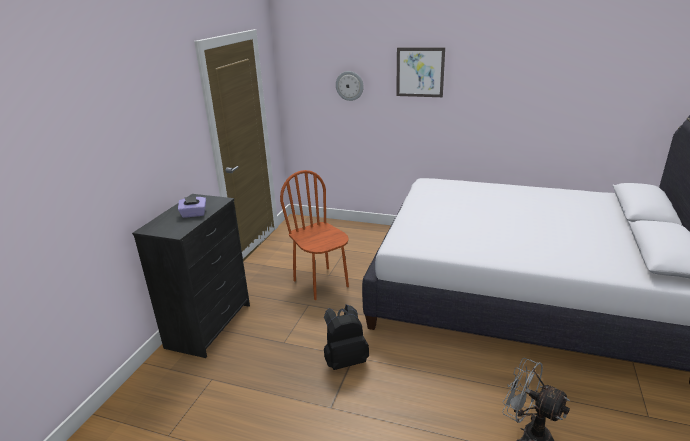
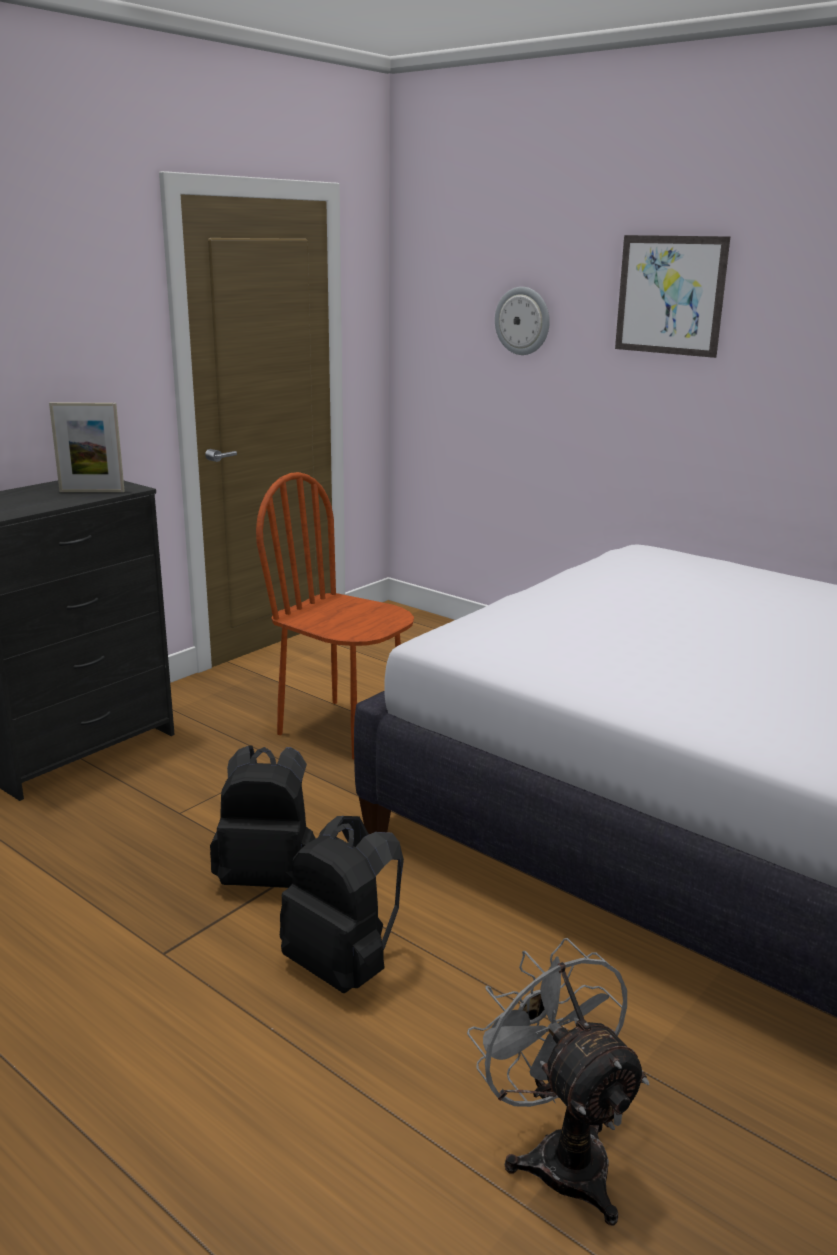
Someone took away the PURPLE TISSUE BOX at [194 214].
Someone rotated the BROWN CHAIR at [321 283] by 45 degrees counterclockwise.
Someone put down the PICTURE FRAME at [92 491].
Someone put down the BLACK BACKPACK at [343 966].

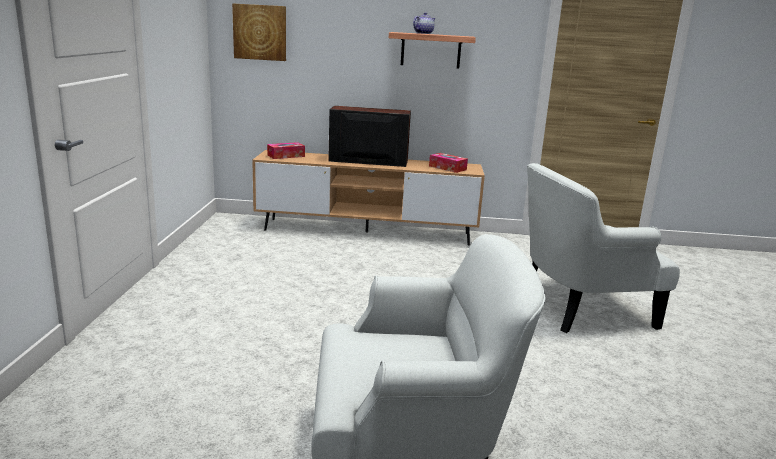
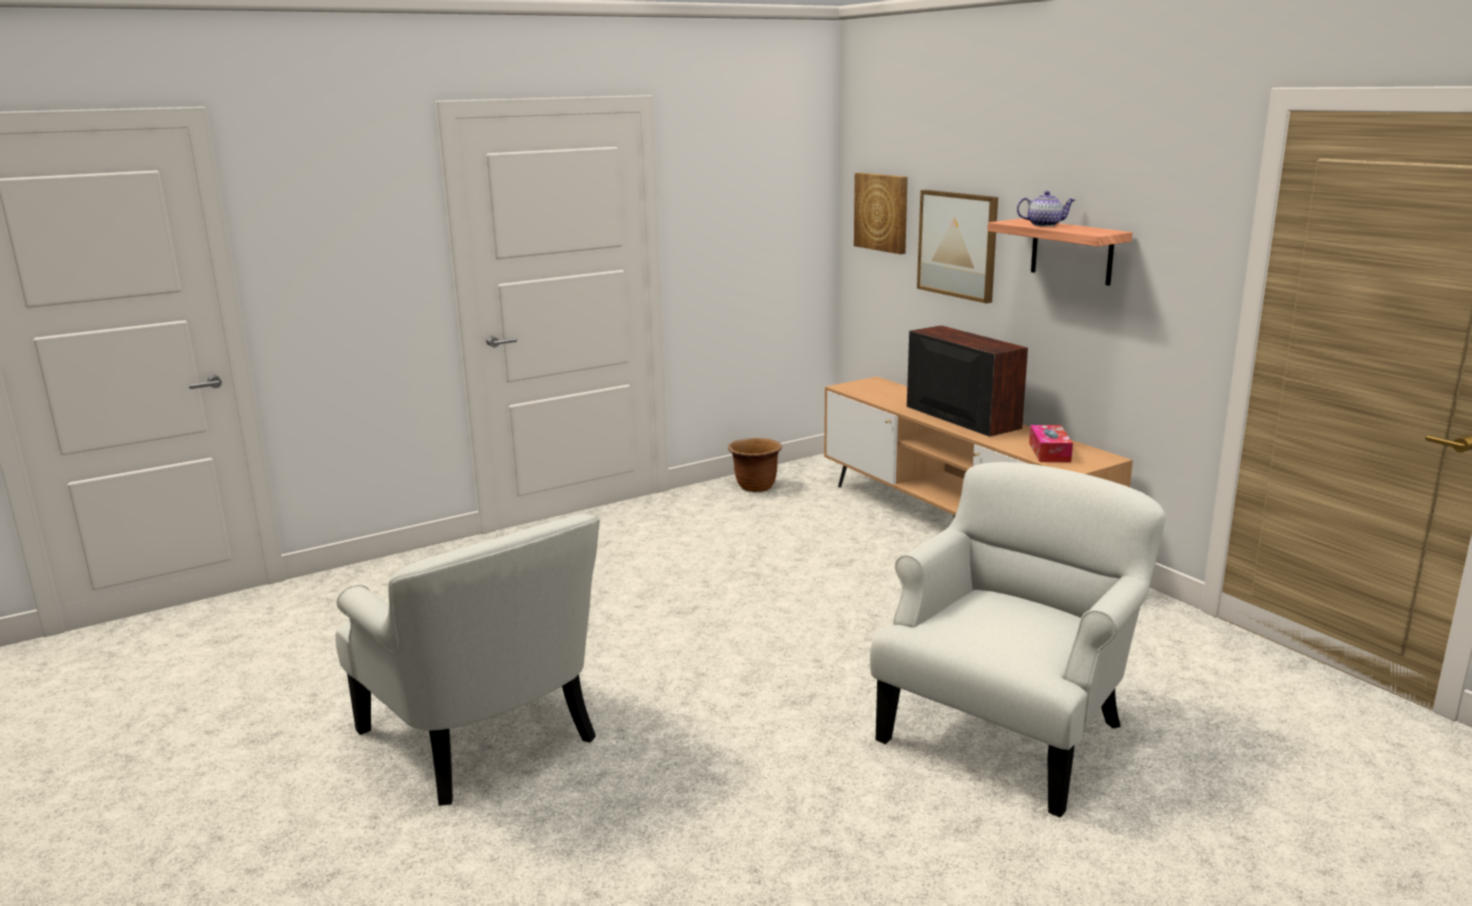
Someone took away the TISSUE BOX at [286 156].
Someone rotated the WHITE ARMCHAIR at [580 307] by 90 degrees clockwise.
Someone put down the BROWN PLANTER at [755 487].
Someone put up the PICTURE at [958 244].

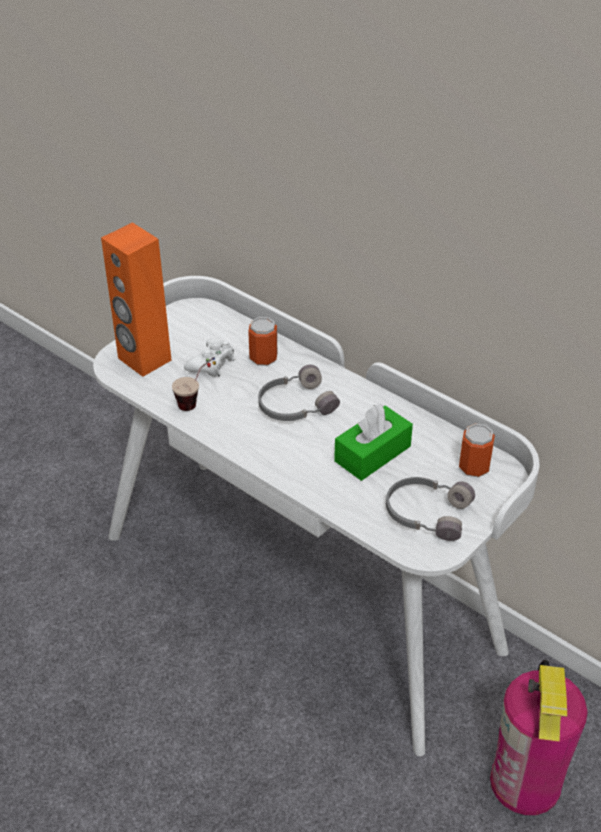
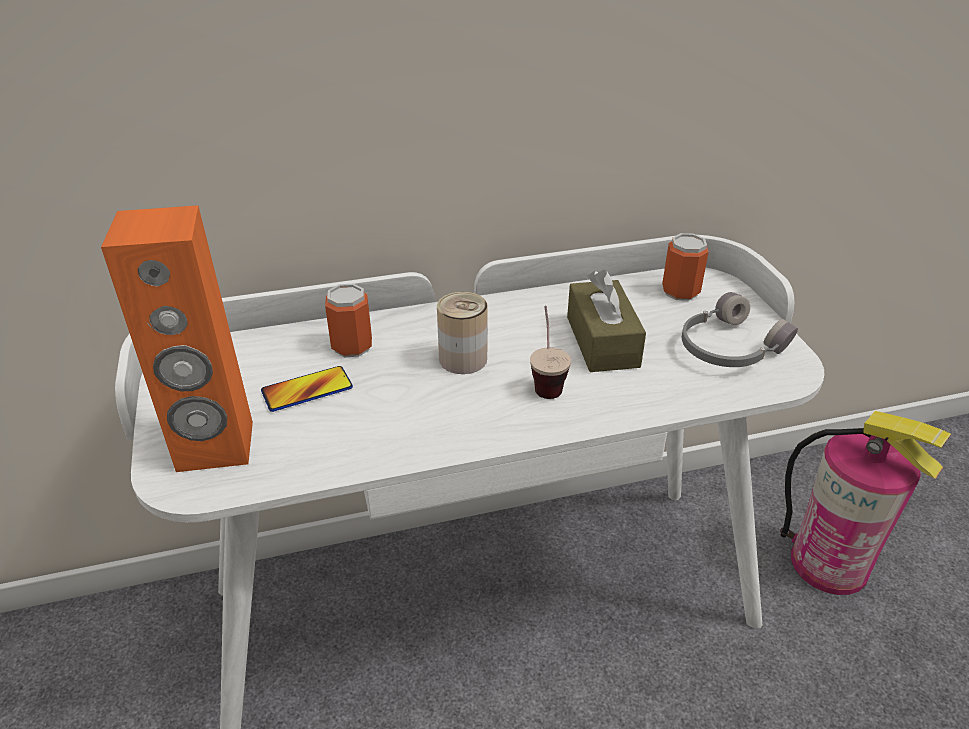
Someone carried the CUP from [196 401] to [546 380].
Someone swapped the WHITE GAME CONTROLLER at [211 363] for the PHONE at [307 390].
Someone swapped the GREY HEADPHONES at [295 405] for the CAN at [463 359].
Someone repainted the GREEN TISSUE BOX at [372 453], which became the BROWN TISSUE BOX at [602 341].

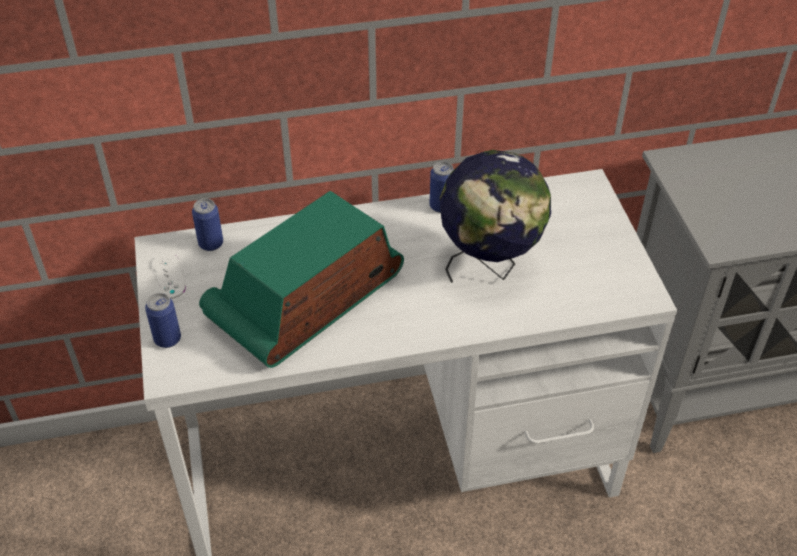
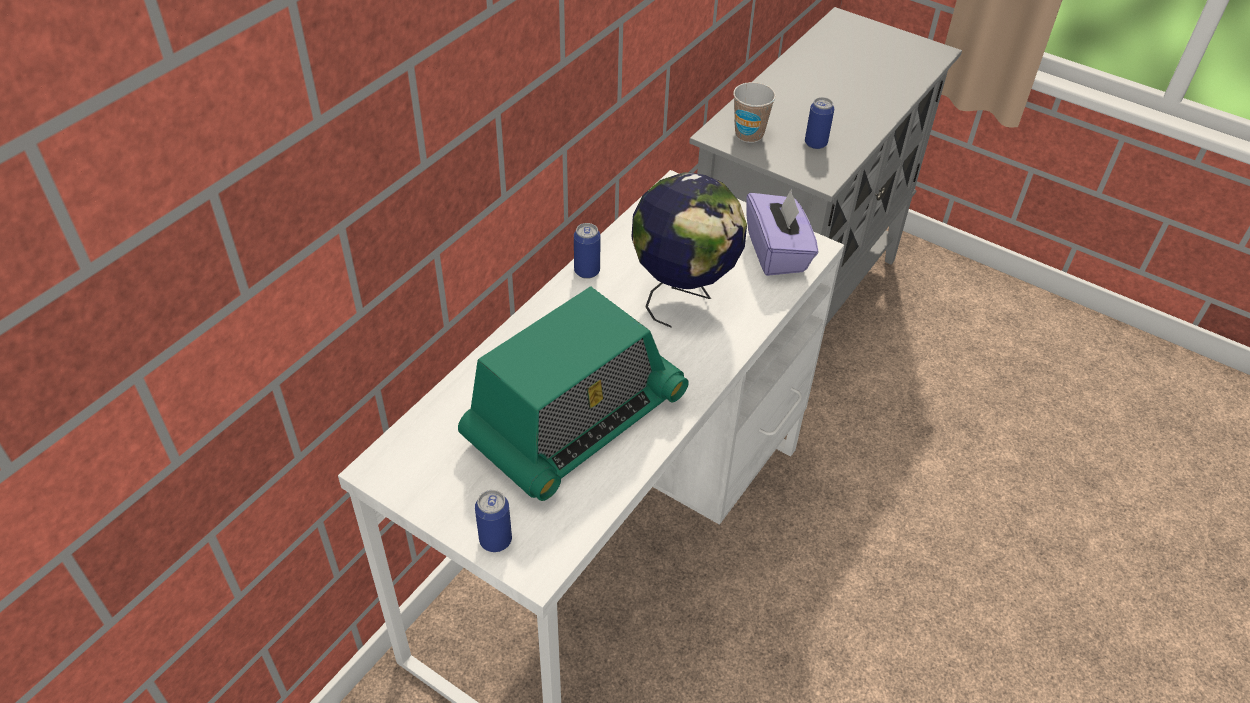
Someone took away the WHITE GAME CONTROLLER at [168 276].
Someone carried the CAN from [211 243] to [815 143].
Someone rotated the RADIO at [306 300] by 135 degrees counterclockwise.
Someone put down the CUP at [749 135].
Someone put down the PURPLE TISSUE BOX at [777 252].

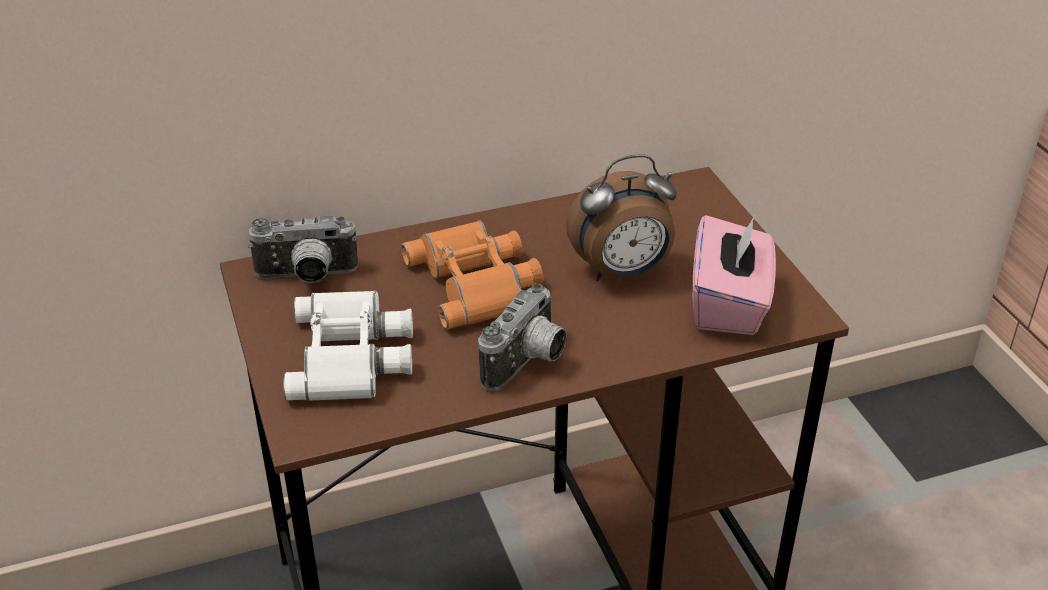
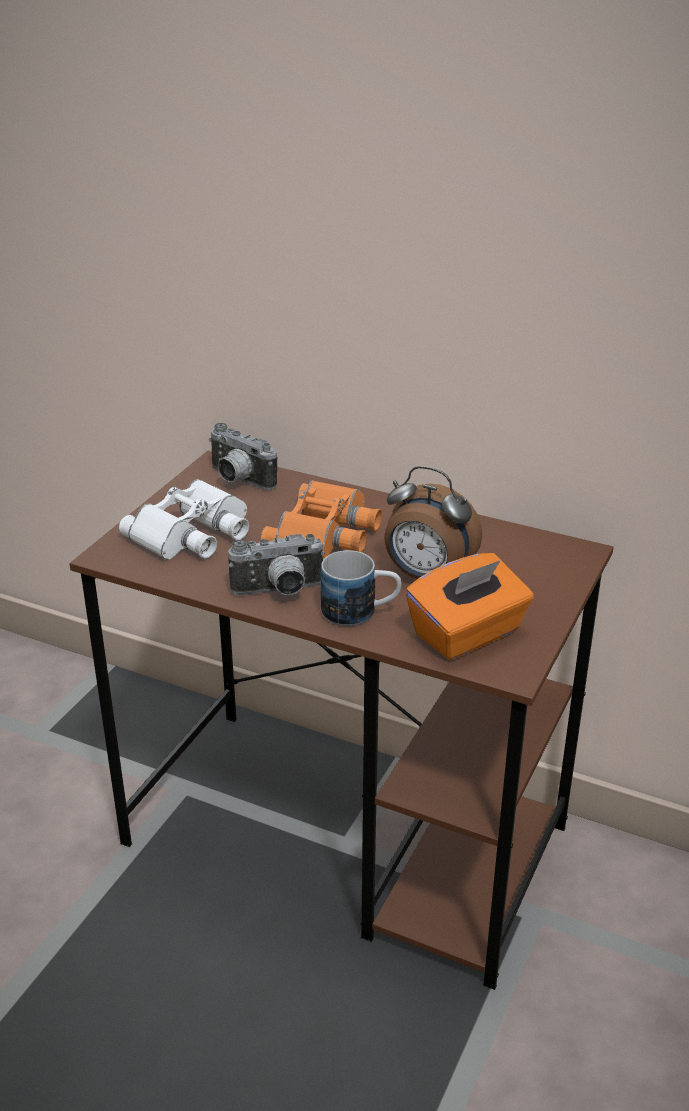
Someone repainted the PINK TISSUE BOX at [729 304], which became the ORANGE TISSUE BOX at [467 634].
Someone put down the MUG at [360 612].

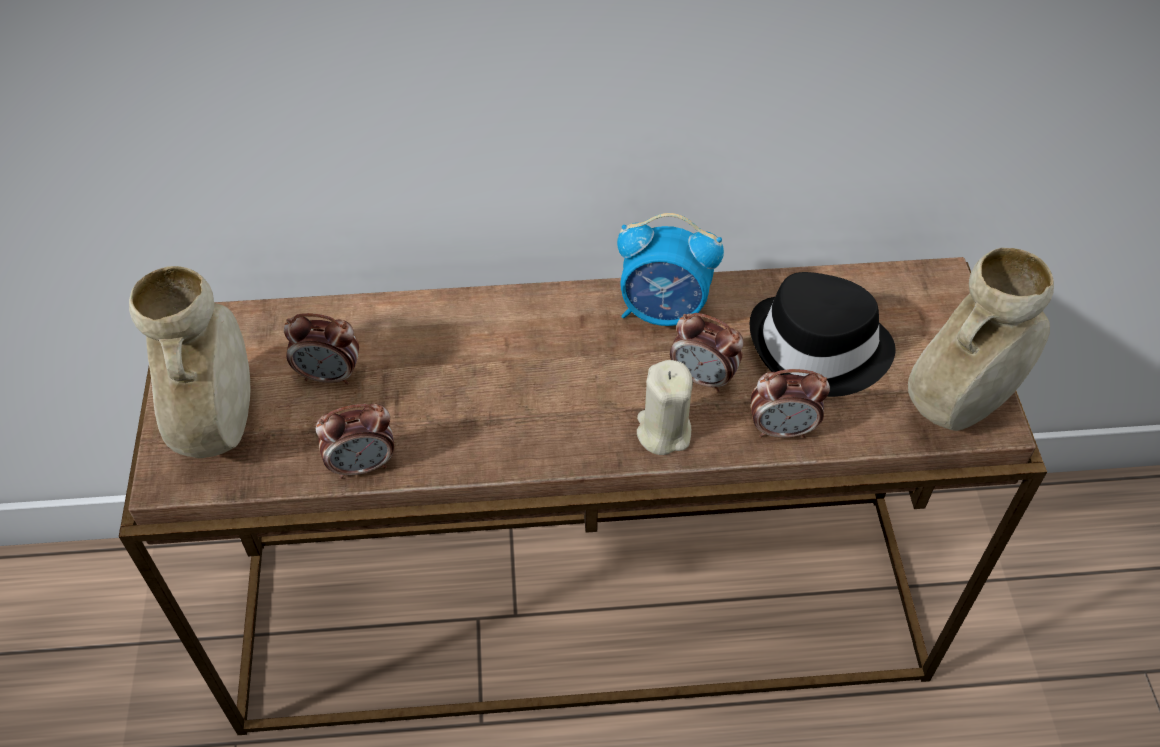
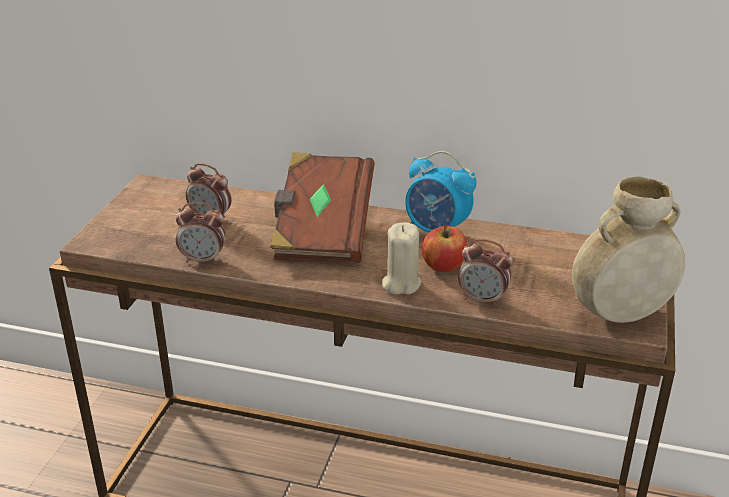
Someone took away the BEIGE VASE at [221 423].
Someone swapped the ALARM CLOCK at [703 378] for the APPLE at [443 265].
Someone took away the BLACK HAT at [819 349].
Someone put down the BROWN BOOK at [322 231].

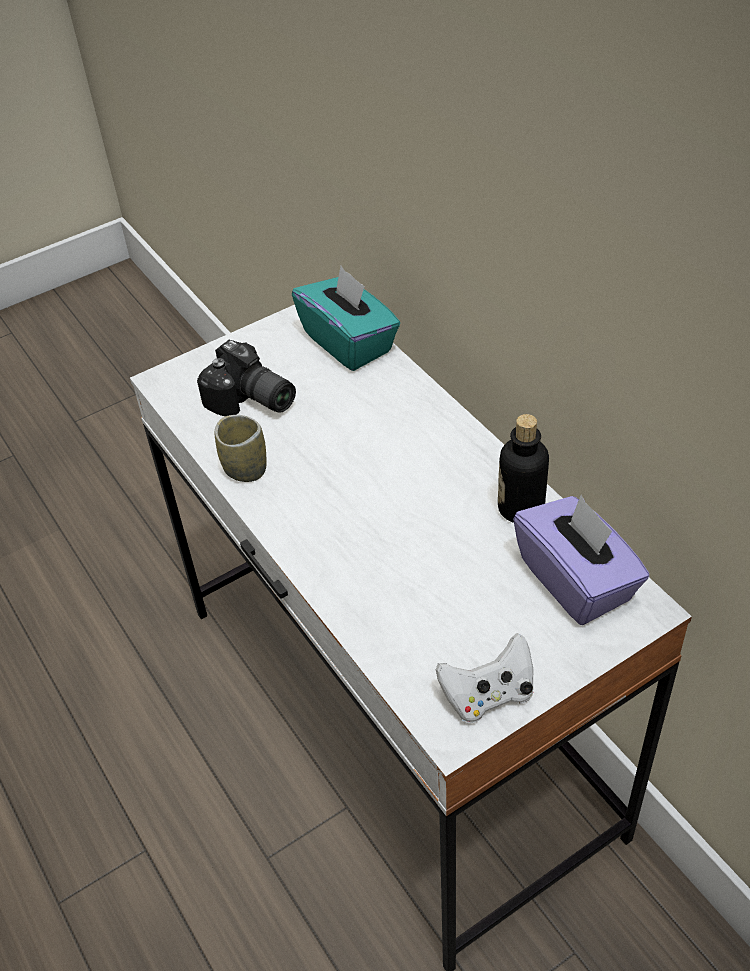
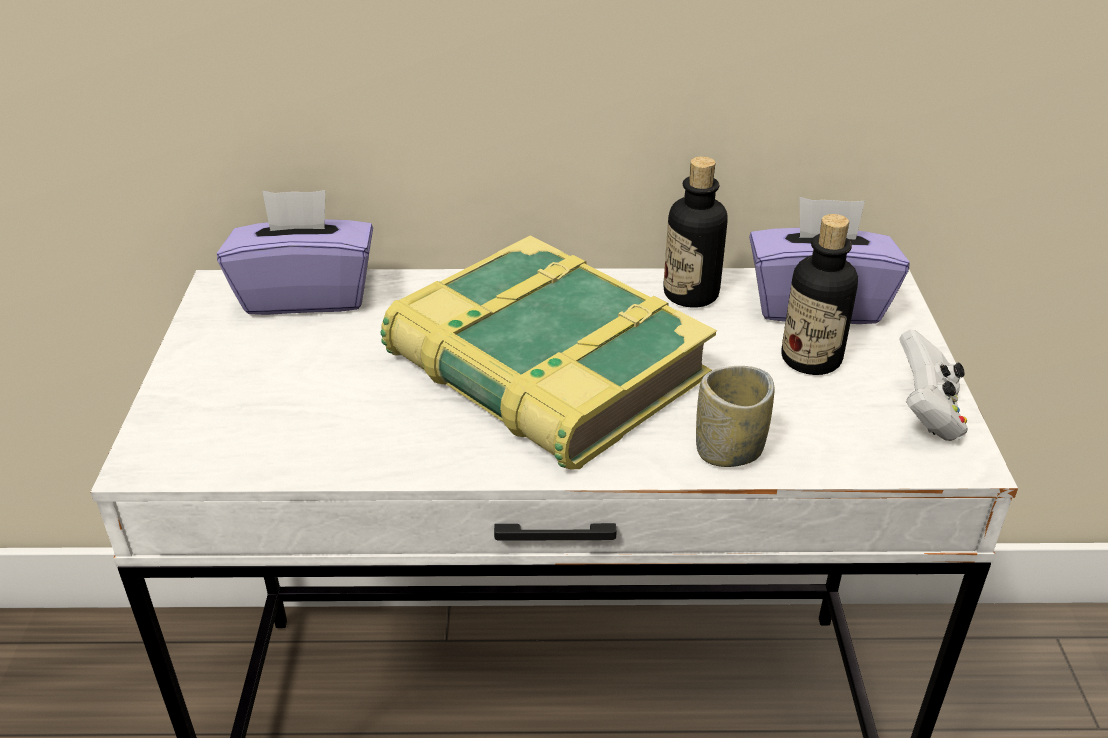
Someone took away the PHOTO CAMERA at [251 402].
Someone carried the CUP from [245 469] to [729 450].
Someone repainted the TURQUOISE TISSUE BOX at [349 342], which became the PURPLE TISSUE BOX at [307 294].
Someone put down the BOOK at [544 370].
Someone put down the BOTTLE at [811 359].

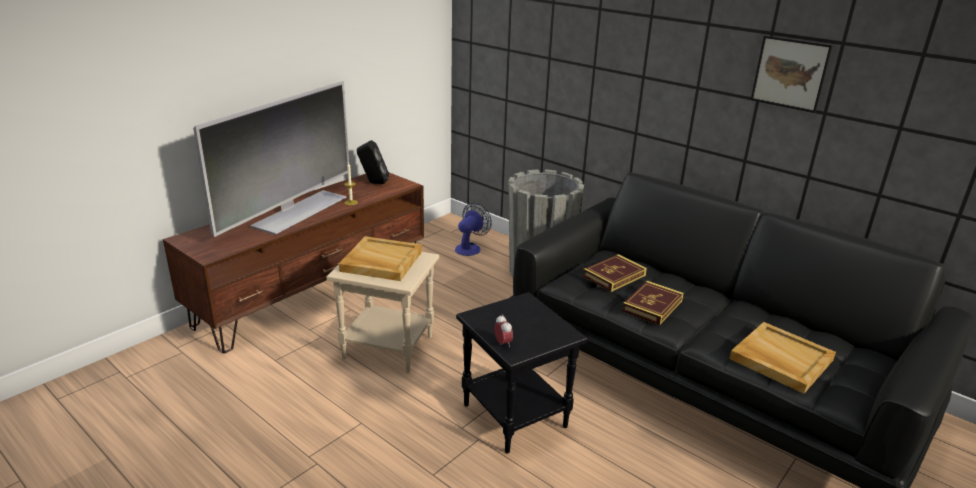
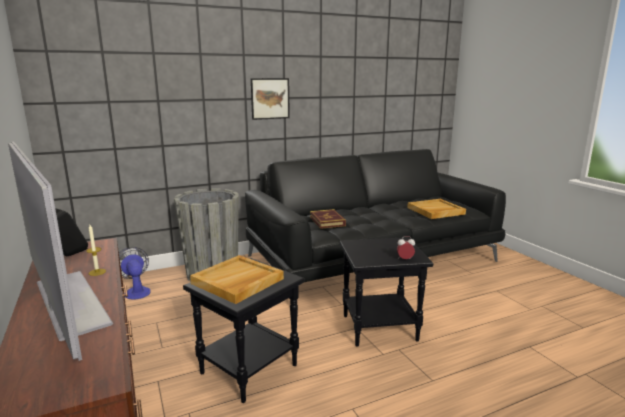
Someone repainted the BEIGE SIDE TABLE at [389 347], which became the BLACK SIDE TABLE at [248 368].
Someone took away the BOOK at [652 306].
Someone carried the PICTURE from [790 73] to [270 98].

